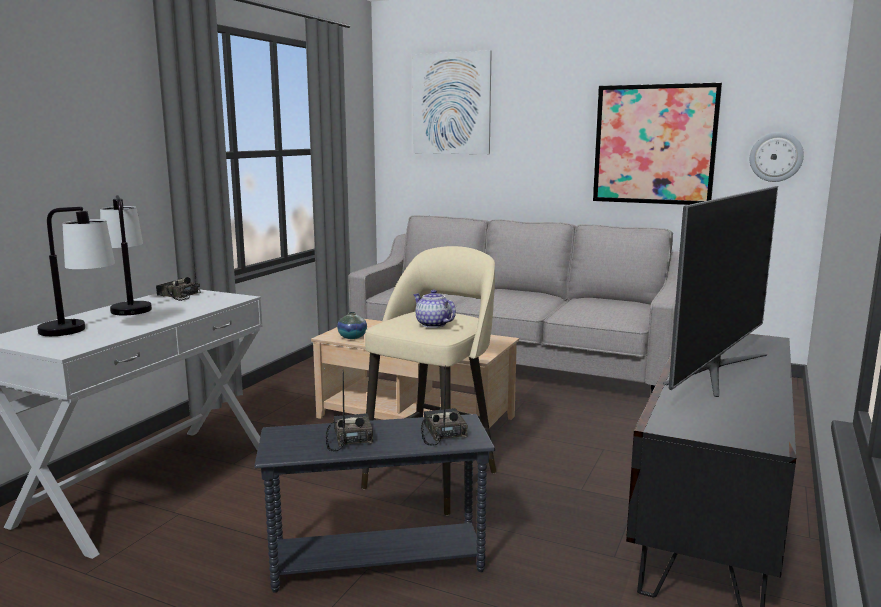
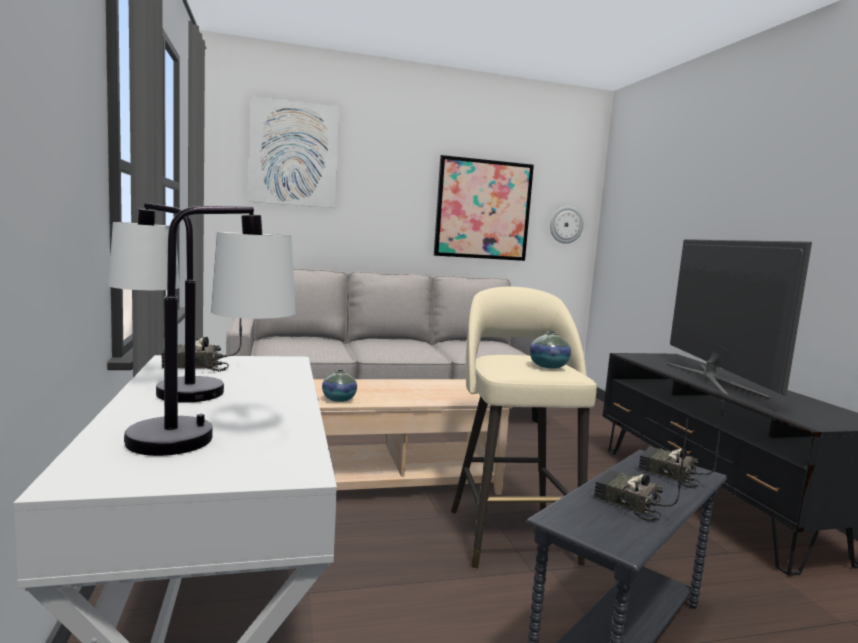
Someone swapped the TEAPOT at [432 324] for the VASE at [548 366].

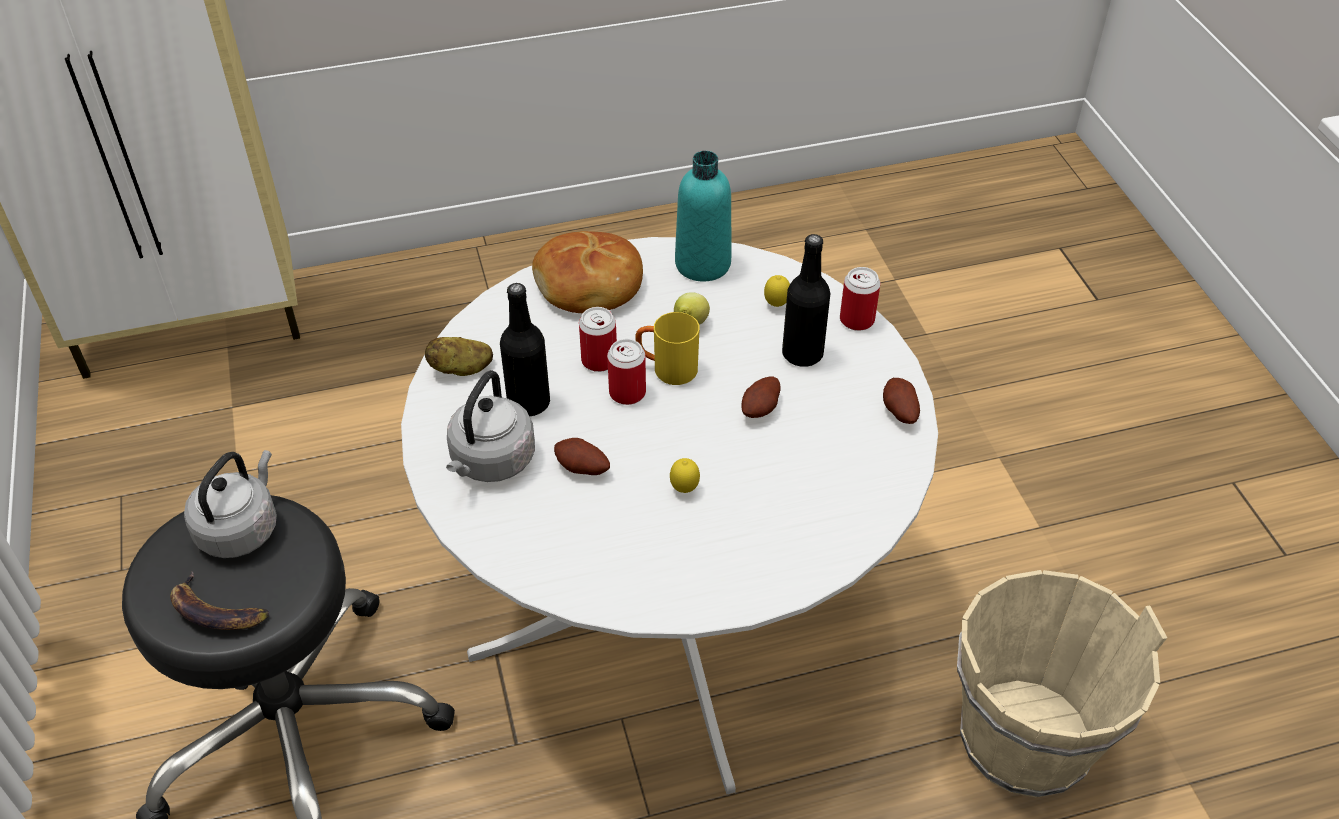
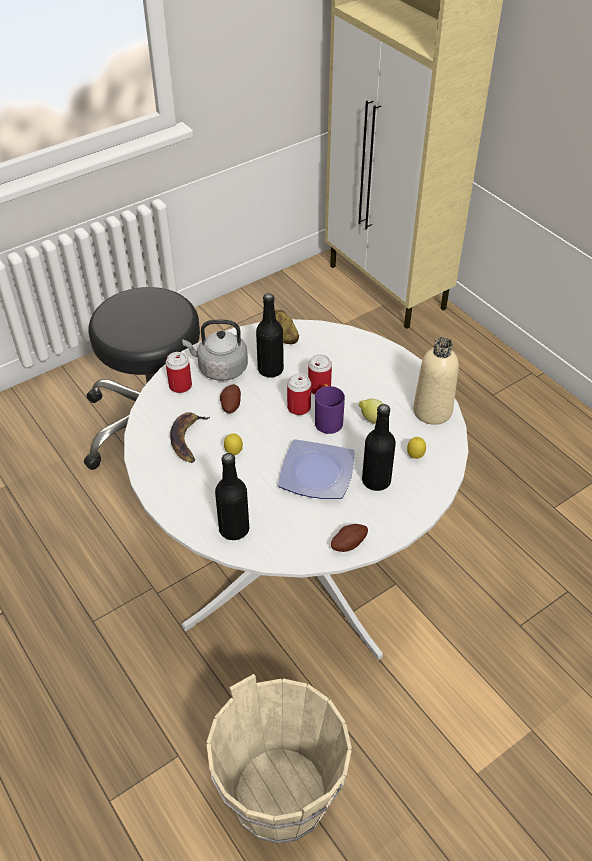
Someone carried the BANANA from [216 611] to [188 439].
Someone took away the GREY KETTLE at [241 528].
Someone took away the BREAD at [589 286].
Someone repainted the YELLOW MUG at [667 369], which became the PURPLE MUG at [327 419].
Someone repainted the TURQUOISE BOTTLE at [702 264], which became the BEIGE BOTTLE at [432 411].
Someone swapped the POTATO at [761 409] for the PLATE at [316 472].
Someone carried the CAN from [857 320] to [180 386].
Someone put down the BLACK BOTTLE at [234 529].

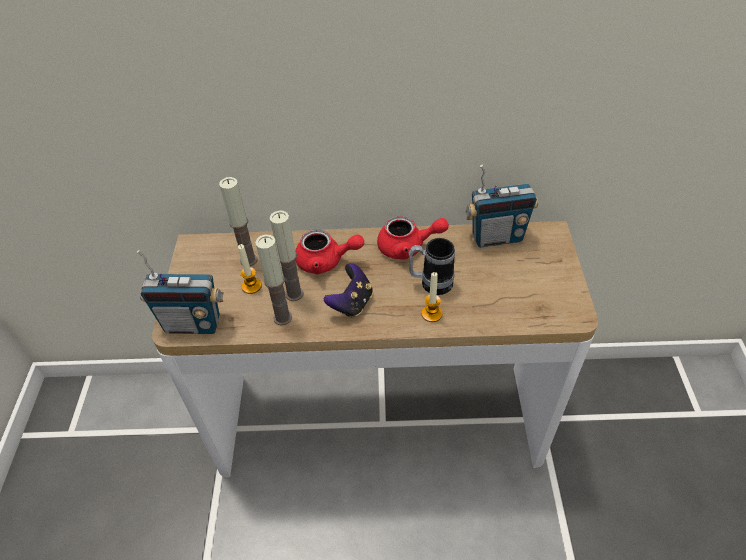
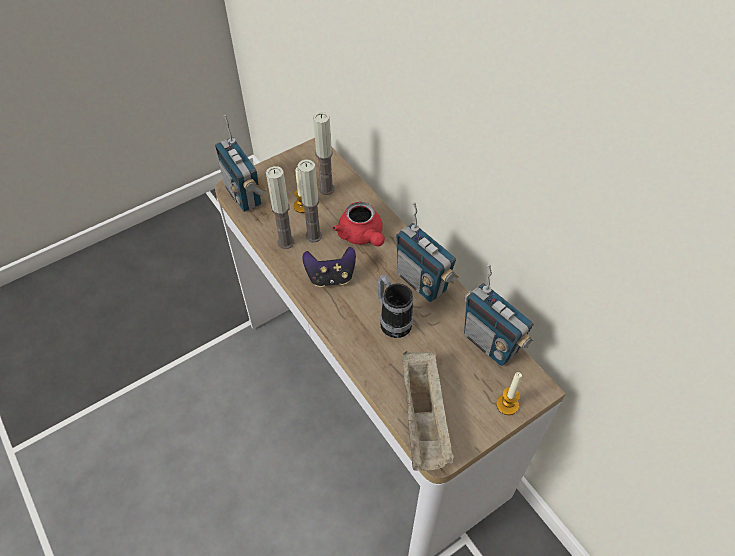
Someone swapped the RED TEAPOT at [408 247] for the RADIO at [422 282].
Someone carried the CANDLE from [431 314] to [507 405].
Someone put down the BEIGE TRAY at [424 419].

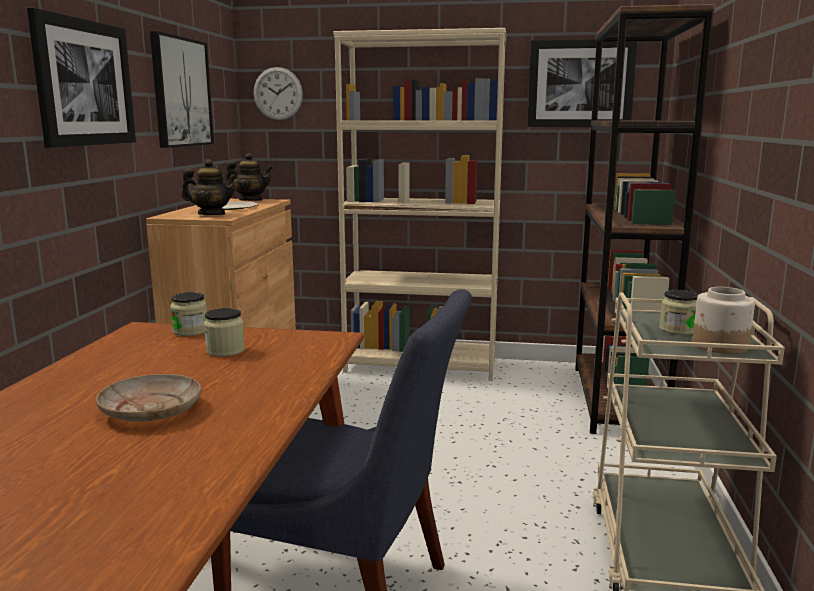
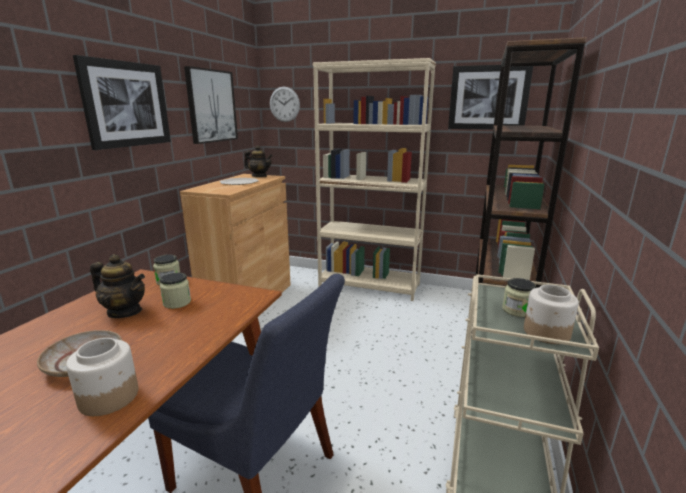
Someone carried the TEAPOT from [212 214] to [125 312].
Someone put down the JAR at [108 397].

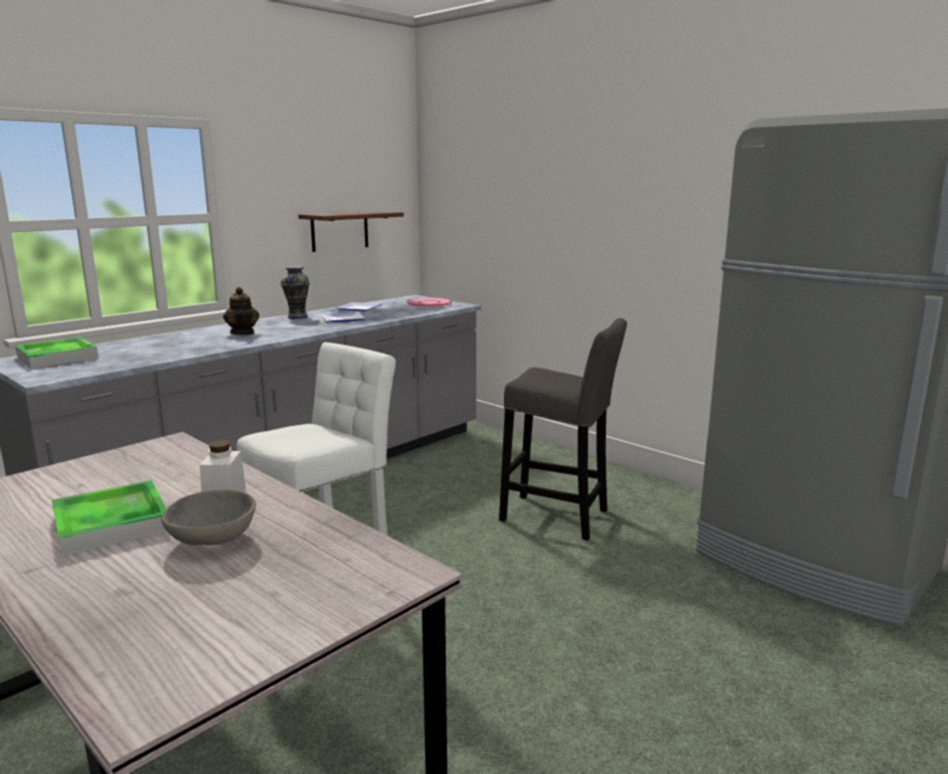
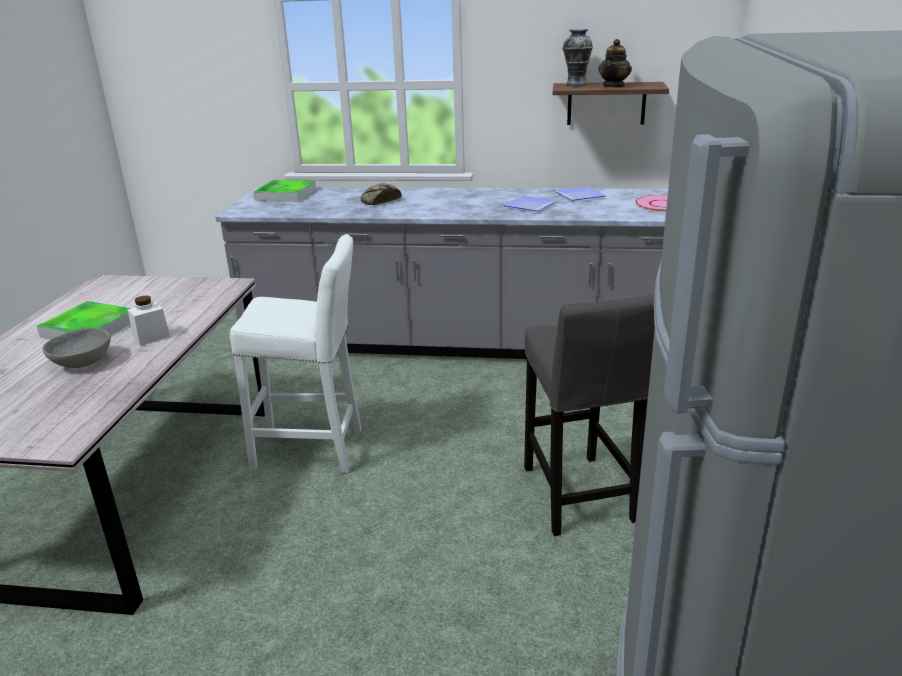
Someone carried the TEAPOT from [243 333] to [614 86].
Someone carried the VASE from [298 317] to [576 85].
Someone put down the BREAD at [379 201].

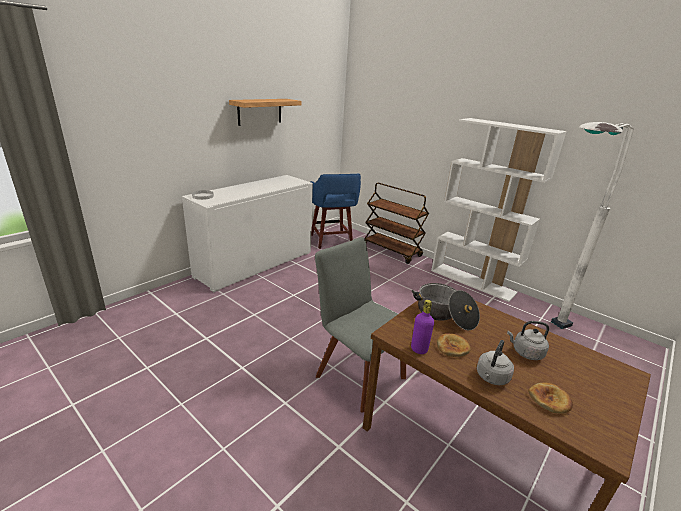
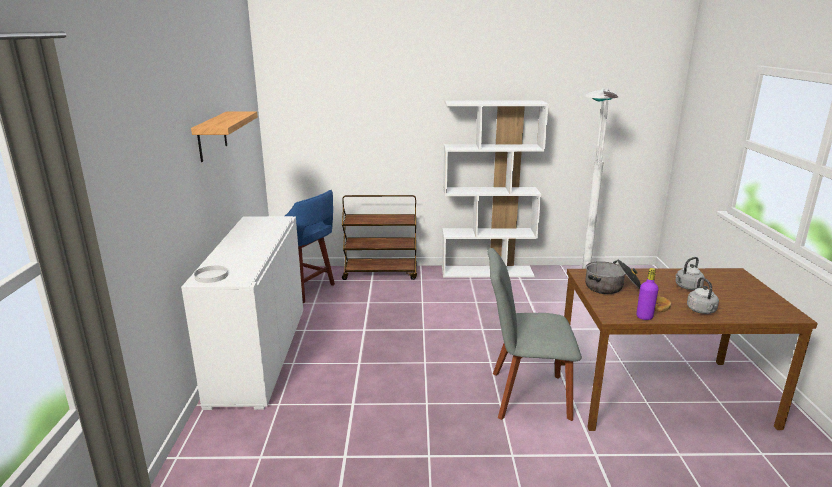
Someone took away the BREAD at [550 400].

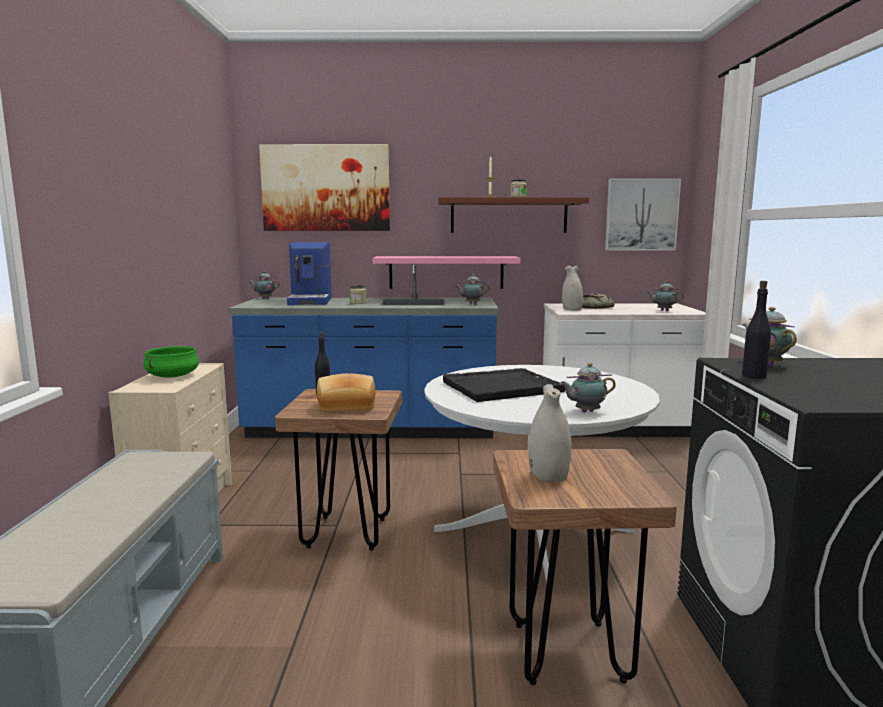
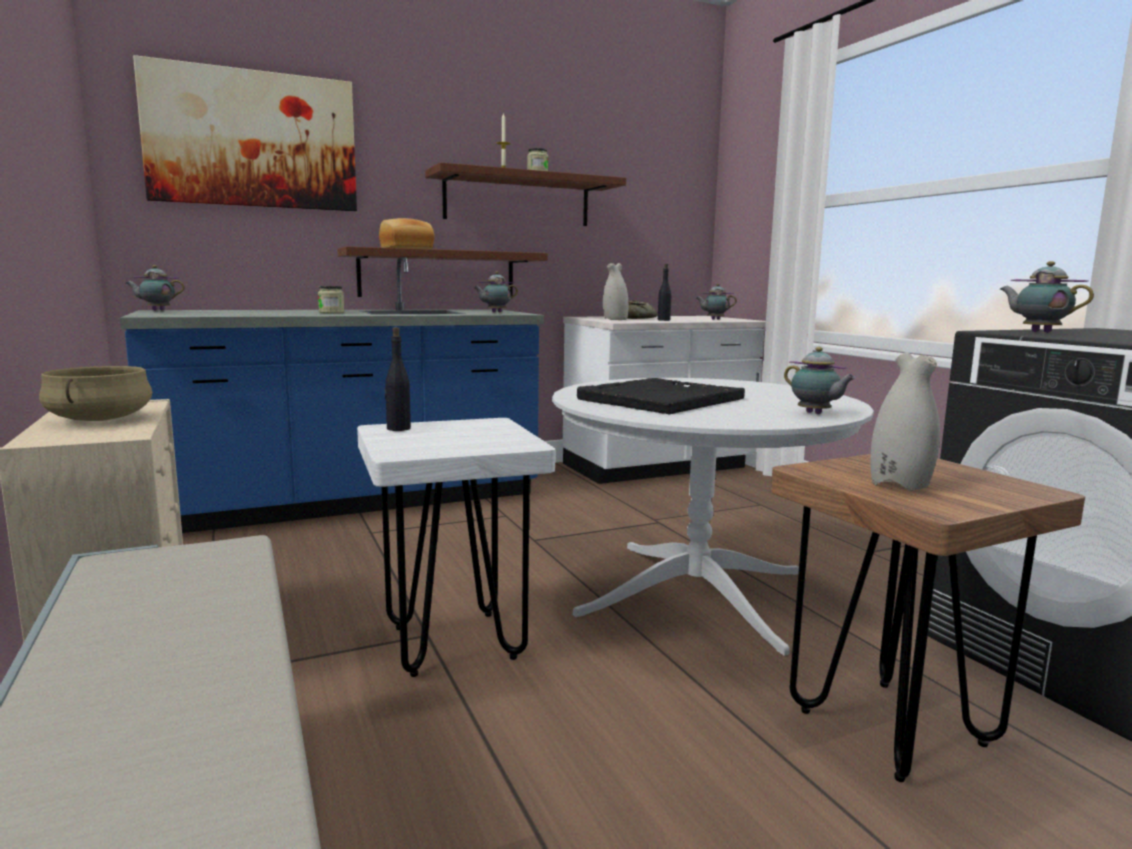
Someone repainted the GREEN COOKING POT at [172 376], which became the BEIGE COOKING POT at [99 419].
Someone repainted the BROWN STOOL at [347 532], which became the WHITE STOOL at [453 642].
Someone took away the COFFEE MACHINE at [311 301].
Someone carried the BREAD from [346 407] to [407 249].
Someone repainted the PINK SHELF at [446 272], which became the BROWN SHELF at [437 274].
Someone rotated the TEAPOT at [585 412] by 90 degrees counterclockwise.
Someone took away the PICTURE at [641 215].
Someone carried the BLACK BOTTLE from [754 376] to [664 320].

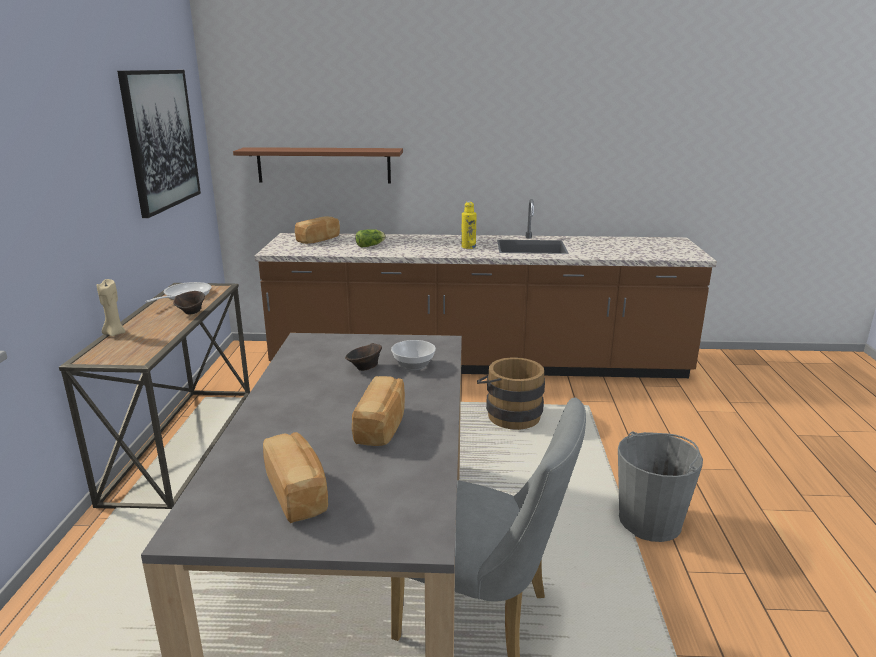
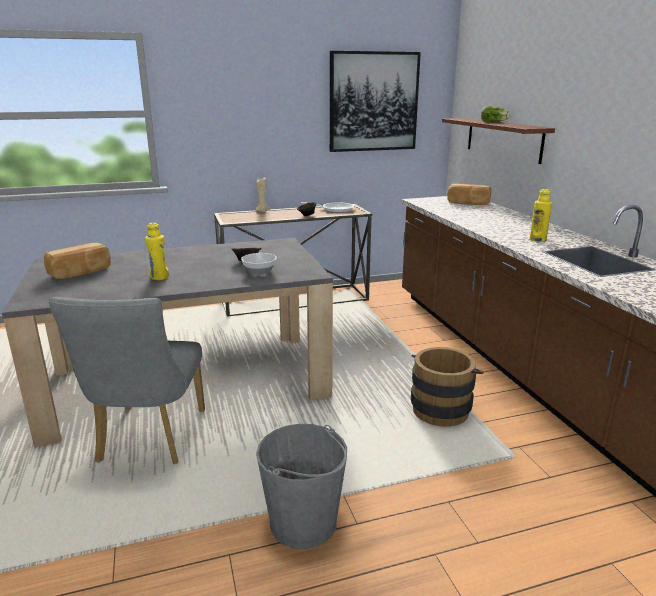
Someone swapped the BREAD at [382 426] for the YELLOW BOTTLE at [159 277].
Someone carried the LETTUCE from [371 245] to [494 122].

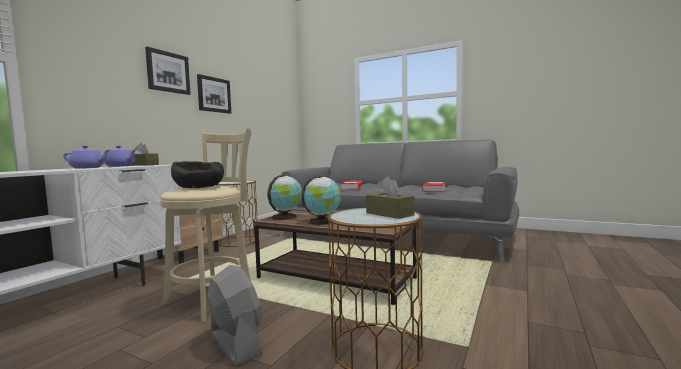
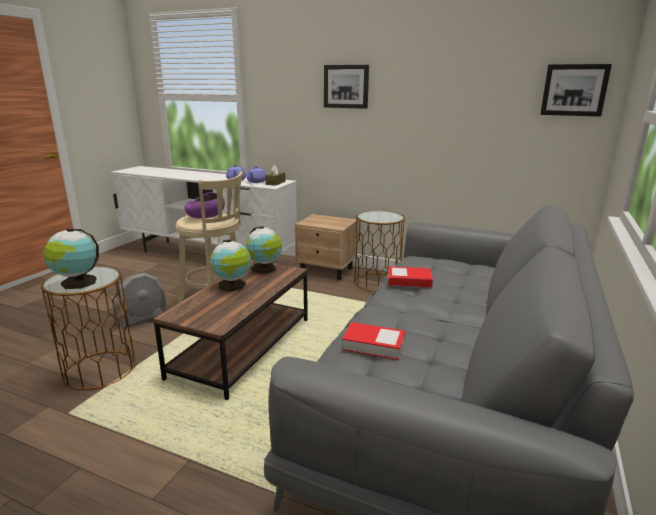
Someone repainted the BLACK BOWL at [199 187], which became the PURPLE BOWL at [206 216].
Someone carried the PICTURE from [214 95] to [574 90].
Someone swapped the BROWN TISSUE BOX at [389 214] for the GLOBE at [77 283].

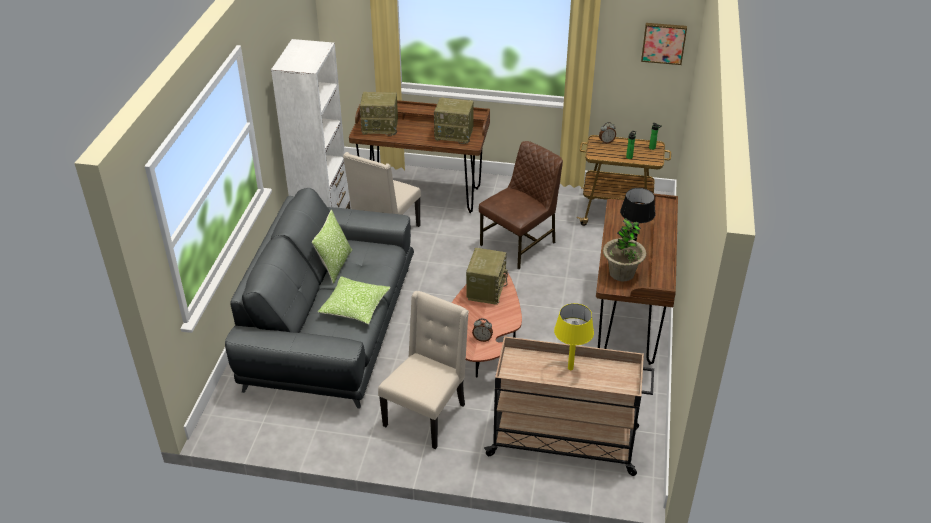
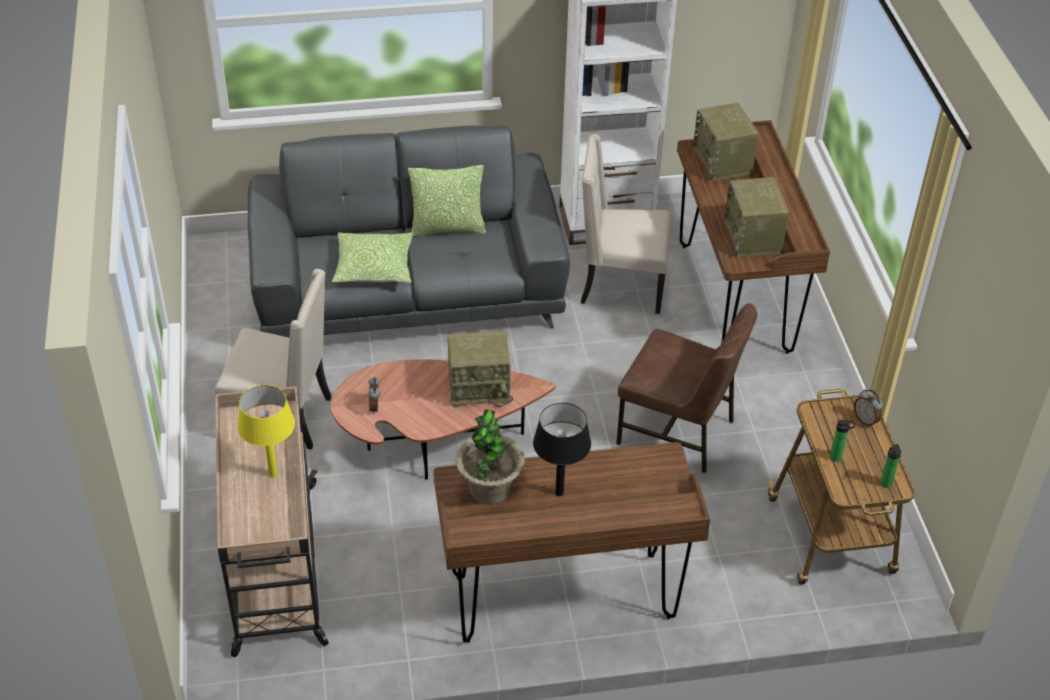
Someone took away the PICTURE at [663 42].

